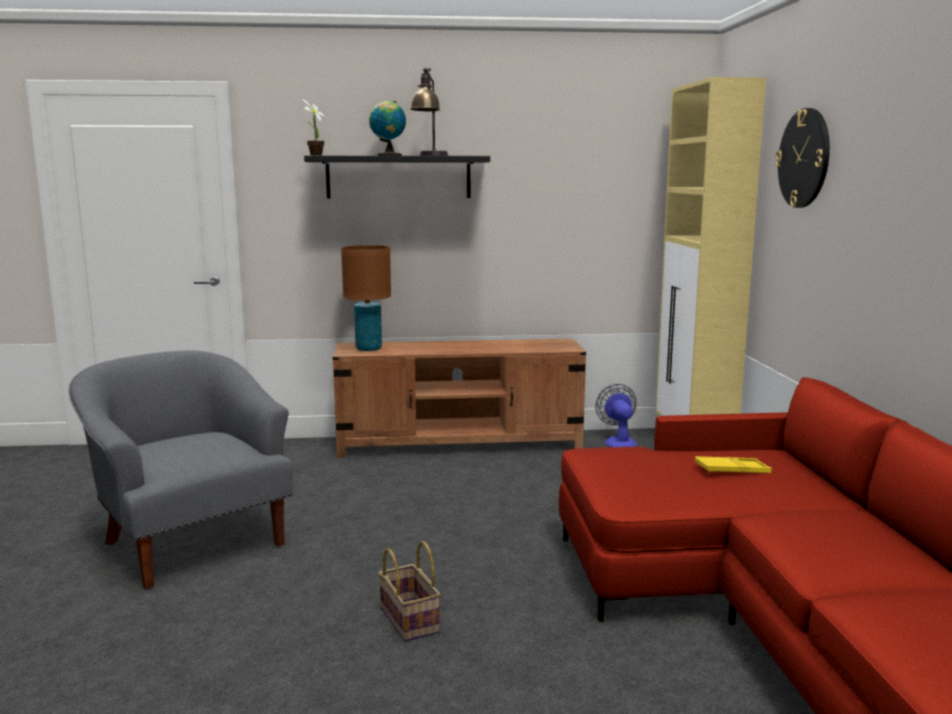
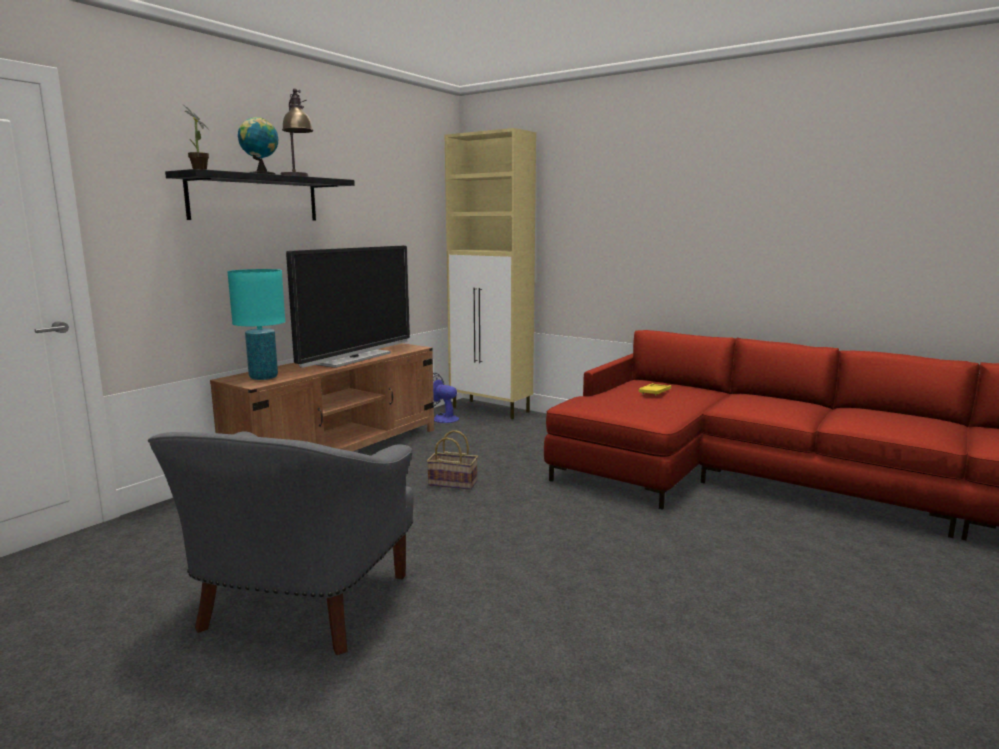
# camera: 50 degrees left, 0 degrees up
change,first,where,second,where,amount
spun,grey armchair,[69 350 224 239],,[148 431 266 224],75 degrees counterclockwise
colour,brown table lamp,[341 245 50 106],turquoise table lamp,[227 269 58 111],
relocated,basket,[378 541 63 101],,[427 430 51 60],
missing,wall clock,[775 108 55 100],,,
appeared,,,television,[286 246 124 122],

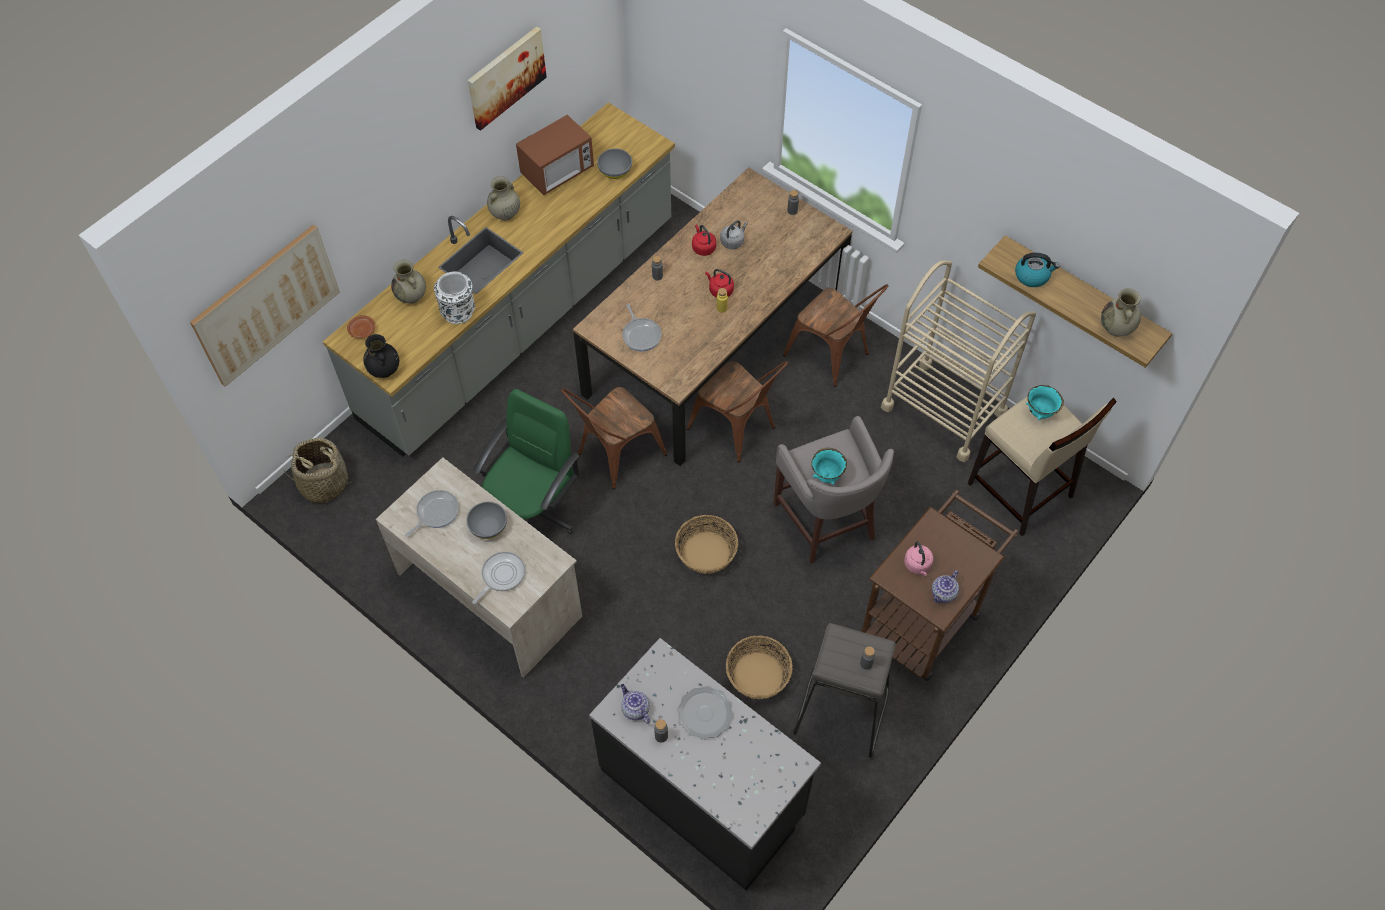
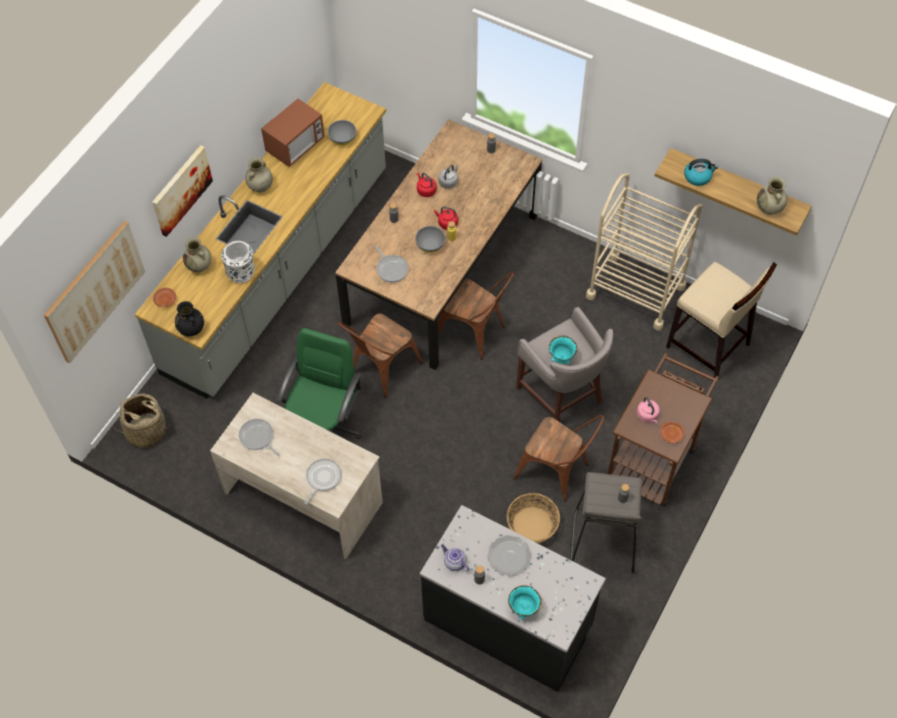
# camera: 10 degrees left, 0 degrees up
change,first,where,second,where,amount
spun,frying pan,[405 490 54 47],,[239 419 40 37],75 degrees counterclockwise
relocated,grey bowl,[466 502 41 37],,[415 226 30 27],
relocated,picture,[467 26 80 105],,[152 145 61 92],
missing,basket,[675 515 63 59],,,
relocated,brown chair,[783 284 105 103],,[513 415 91 87],
exchanged,teapot,[932 570 27 33],brown plate,[660 422 25 21],
relocated,turquoise bowl,[1026 385 38 35],,[508 585 34 35],

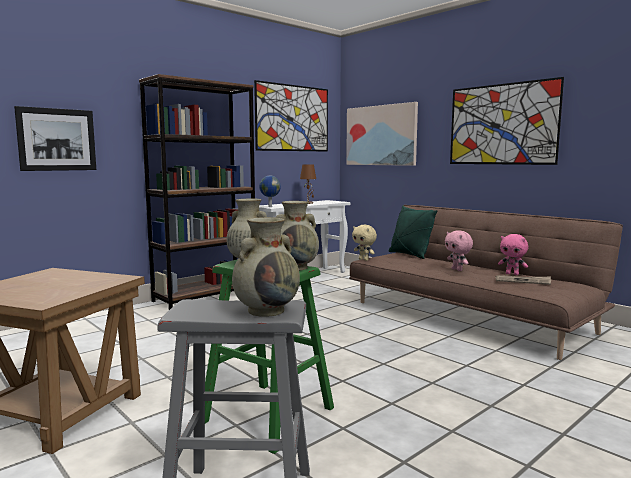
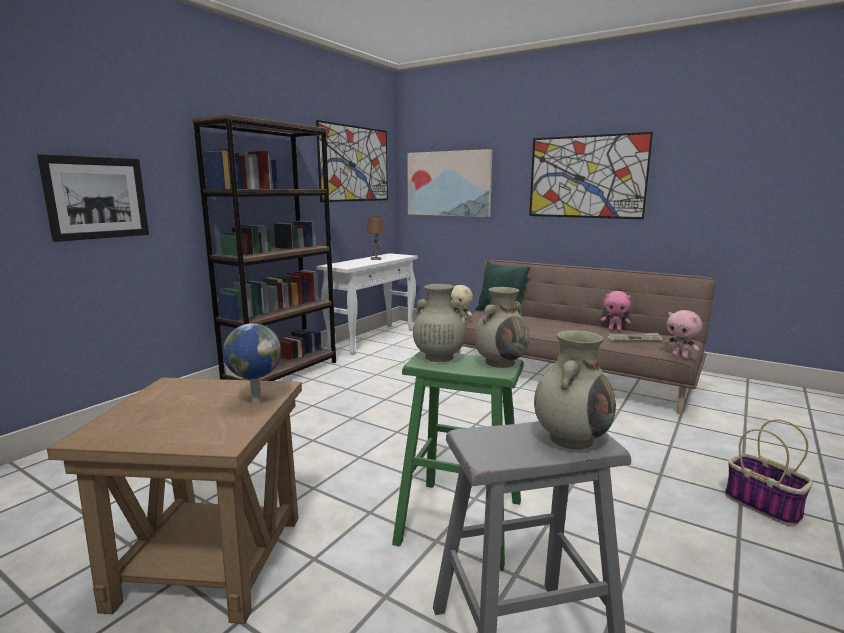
# camera: 15 degrees left, 5 degrees up
change,first,where,second,where,amount
relocated,globe,[259 176 22 31],,[223 323 58 80],
relocated,pink plush toy,[445 230 28 41],,[664 310 38 49],
appeared,,,basket,[725 419 88 107],

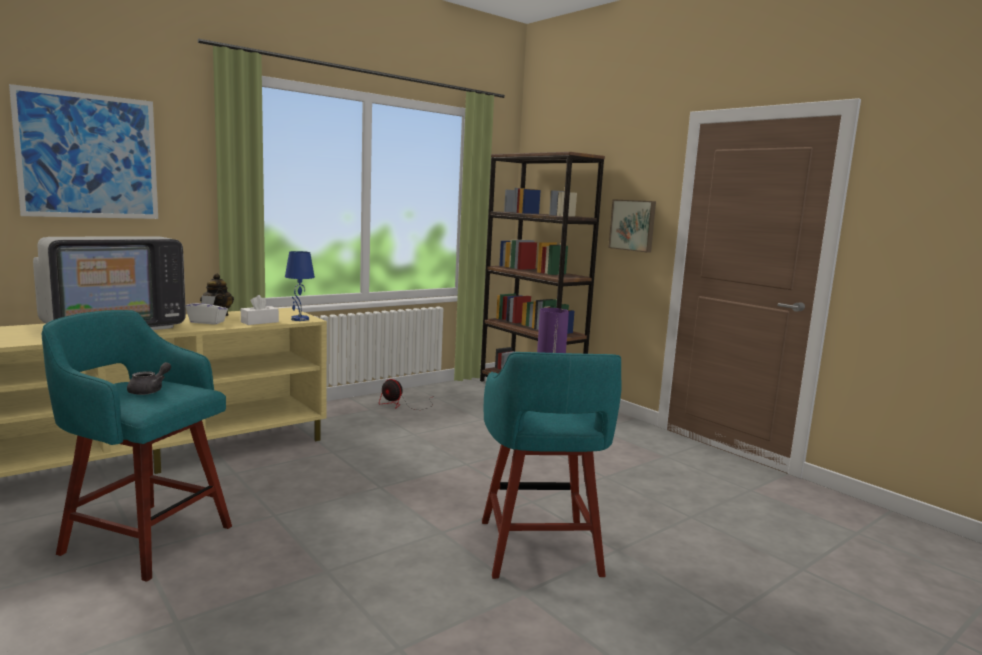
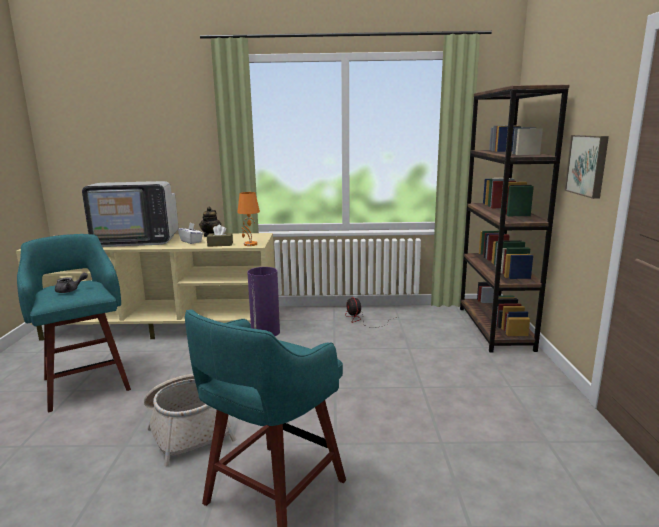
# camera: 40 degrees right, 5 degrees up
change,first,where,second,where,amount
missing,picture,[9 84 149 135],,,
colour,white tissue box,[241 295 38 30],brown tissue box,[207 225 26 22],
colour,blue table lamp,[285 251 30 70],orange table lamp,[237 192 23 54],
appeared,,,basket,[144 374 92 92],

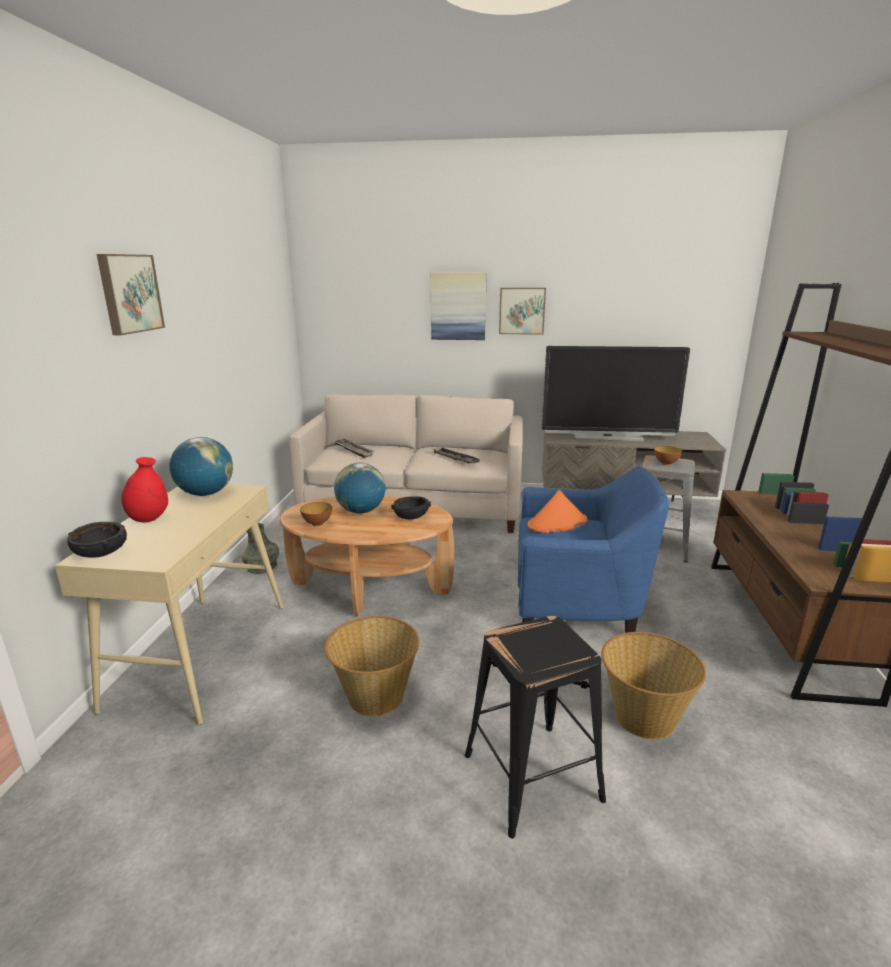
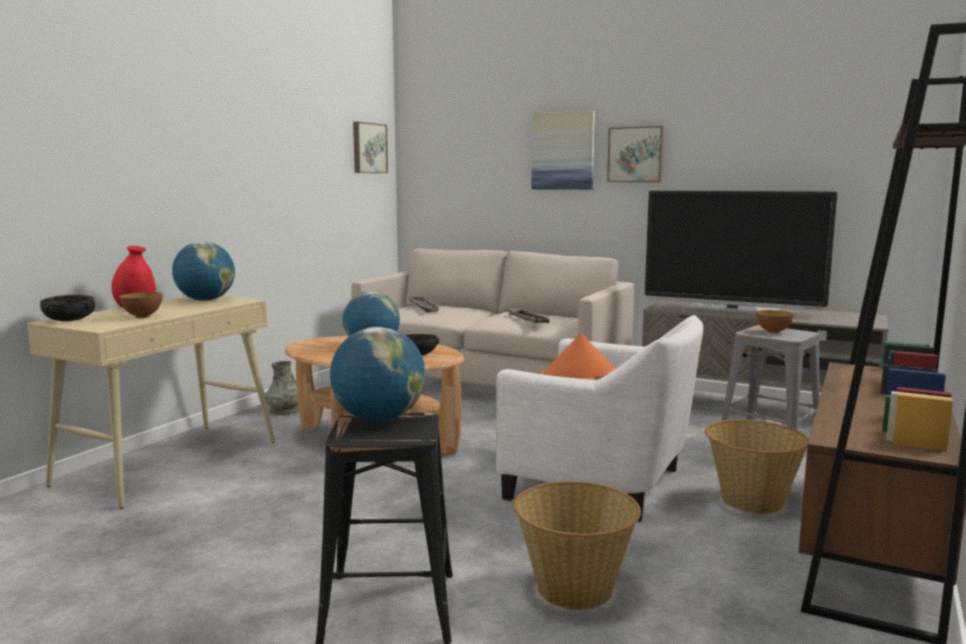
# camera: 20 degrees right, 10 degrees down
change,first,where,second,where,amount
relocated,picture,[97 254 68 81],,[353 122 35 51],
relocated,bowl,[300 502 32 24],,[119 292 43 26],
relocated,basket,[324 616 96 100],,[705 420 104 94],
colour,blue armchair,[518 466 151 169],white armchair,[496 315 207 207],
appeared,,,globe,[330 327 95 95],

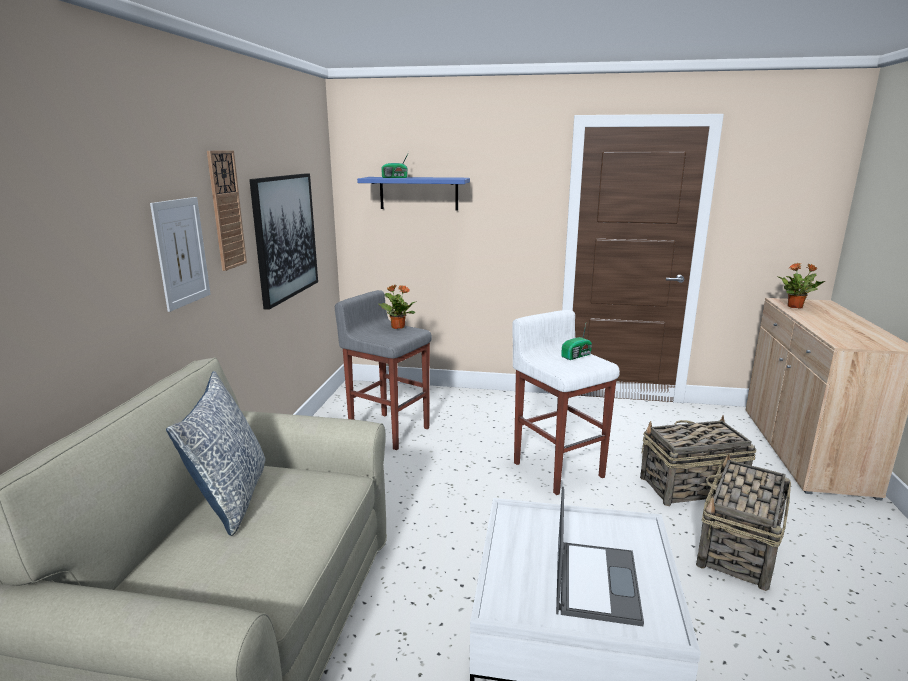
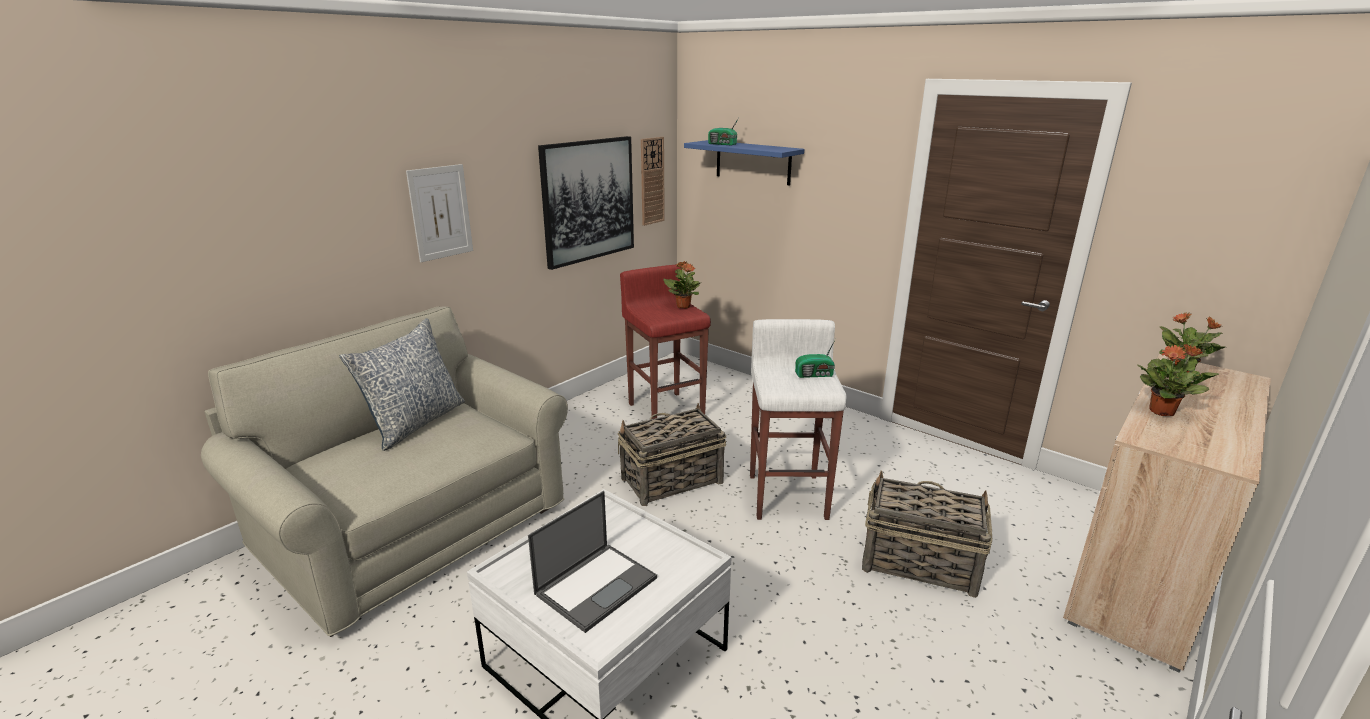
# camera: 30 degrees right, 5 degrees up
change,first,where,second,where,amount
relocated,wall clock,[207 150 40 121],,[641 137 24 89],
colour,grey stool,[335 290 97 160],red stool,[620 265 91 154],
relocated,basket,[696 454 95 137],,[618 403 108 103],
appeared,,,potted plant,[1138 344 81 72],

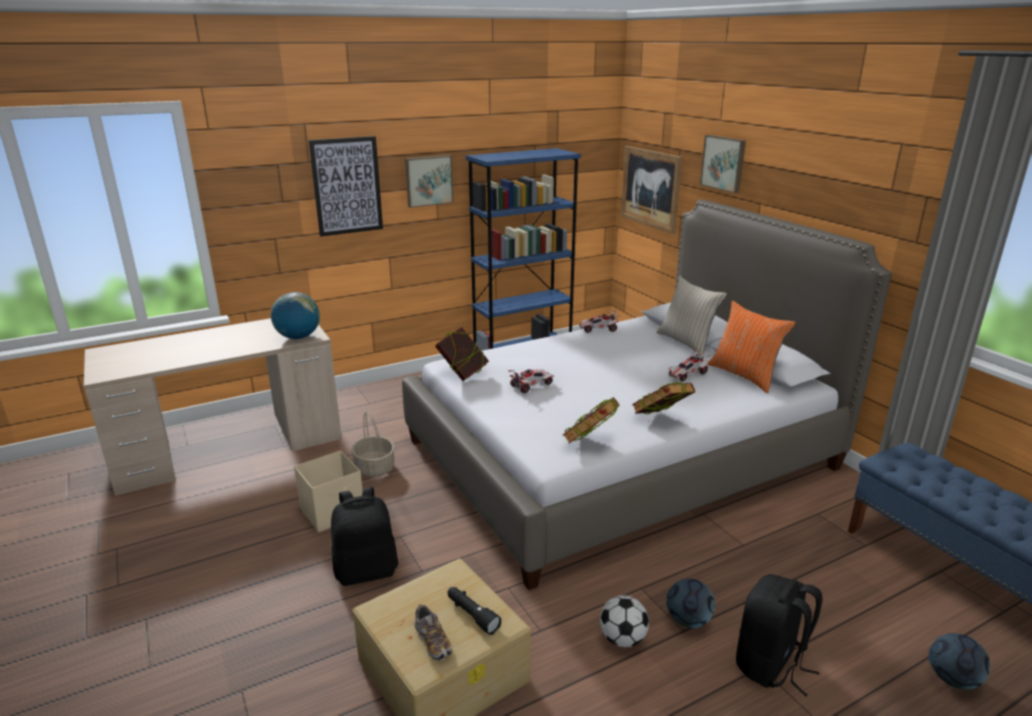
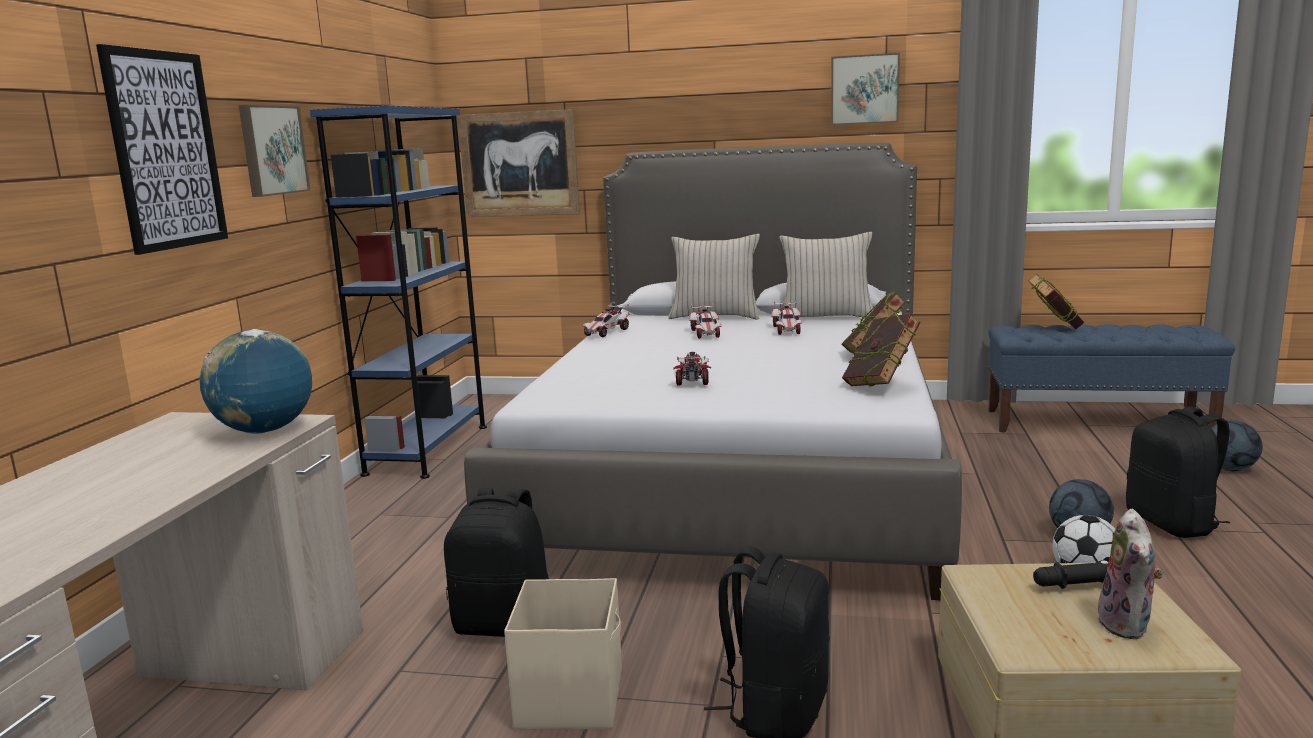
# camera: 50 degrees left, 10 degrees down
change,first,where,second,where,amount
exchanged,basket,[351 411 44 66],black backpack,[444 488 105 149],
exchanged,shoe,[414 604 38 57],plush toy,[1098 509 65 130],
relocated,book,[435 327 54 54],,[1028 274 56 56],
relocated,picture,[700 135 46 58],,[831 53 69 72],
colour,orange pillow,[708 301 88 92],beige pillow,[779 232 95 86],
appeared,,,toy car,[689 303 32 36],

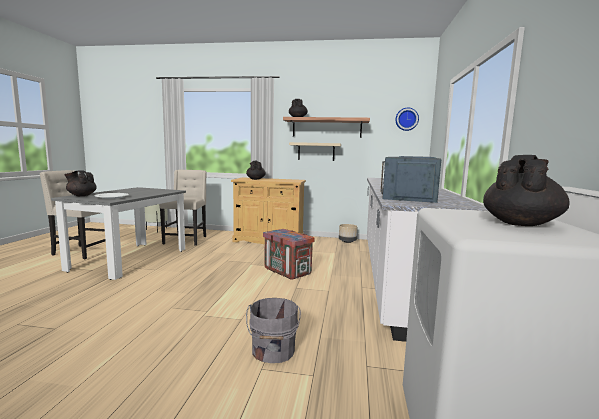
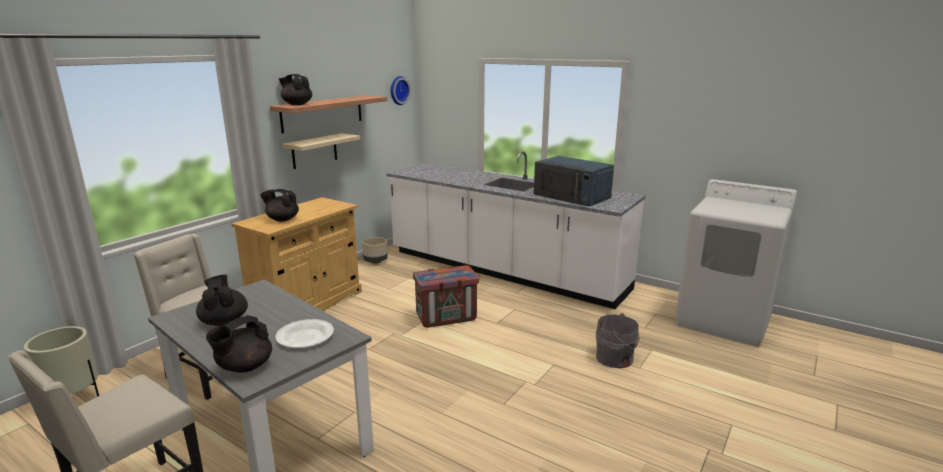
# camera: 65 degrees left, 10 degrees up
change,first,where,second,where,amount
relocated,black teapot,[483 155 87 71],,[196 274 52 52],

